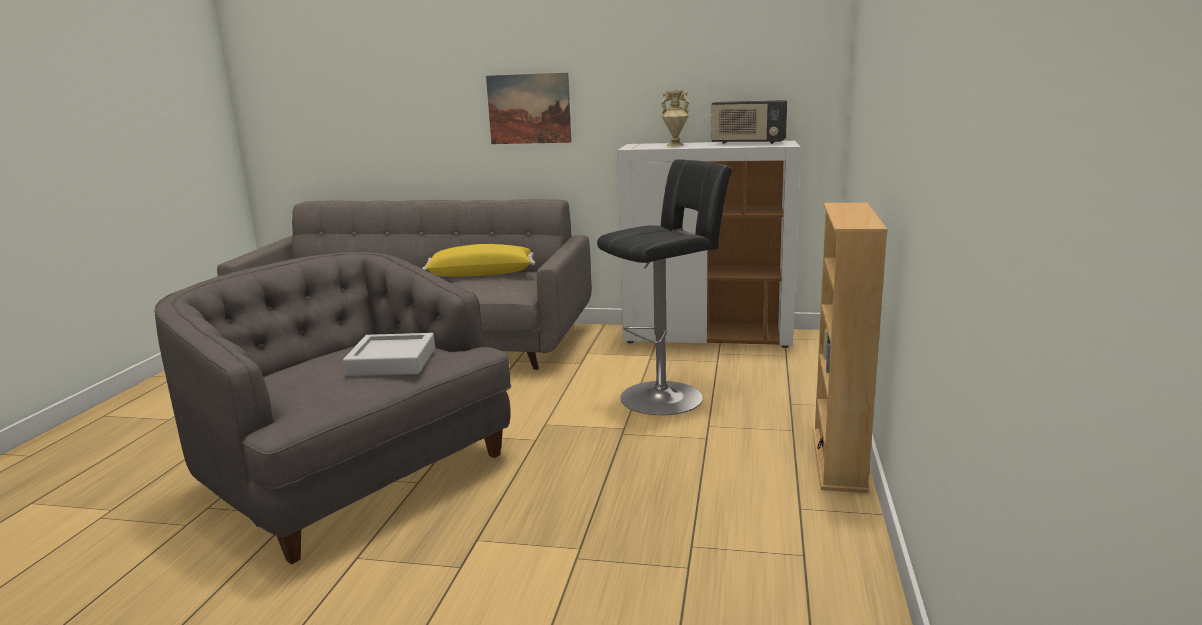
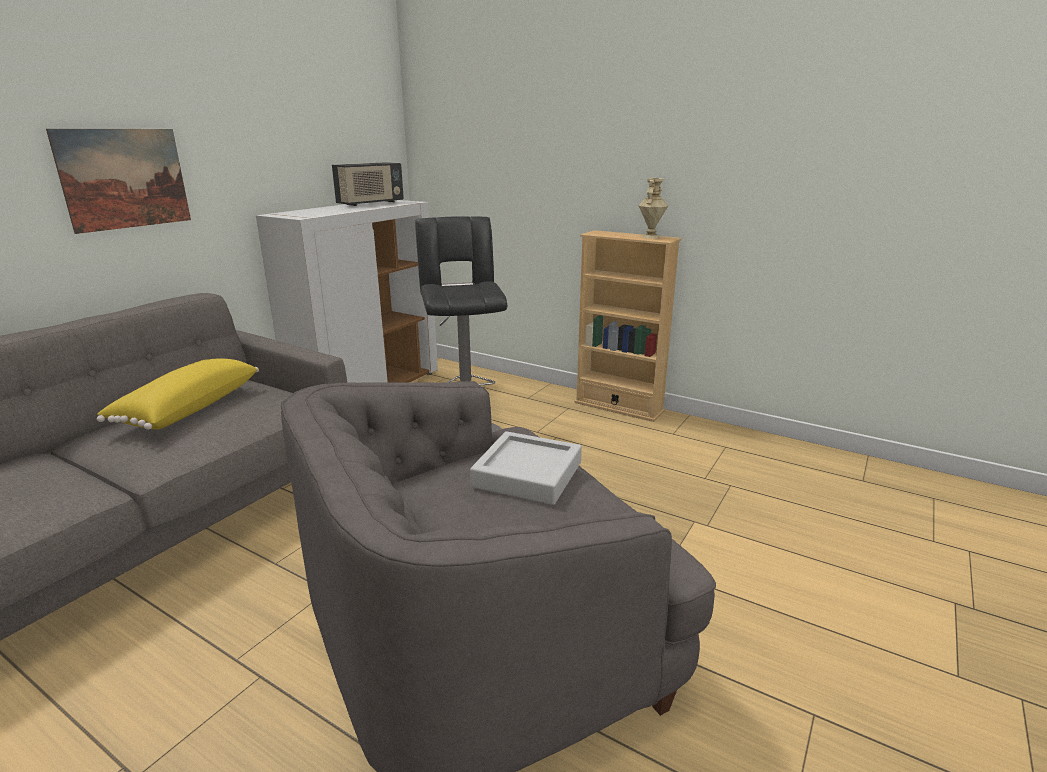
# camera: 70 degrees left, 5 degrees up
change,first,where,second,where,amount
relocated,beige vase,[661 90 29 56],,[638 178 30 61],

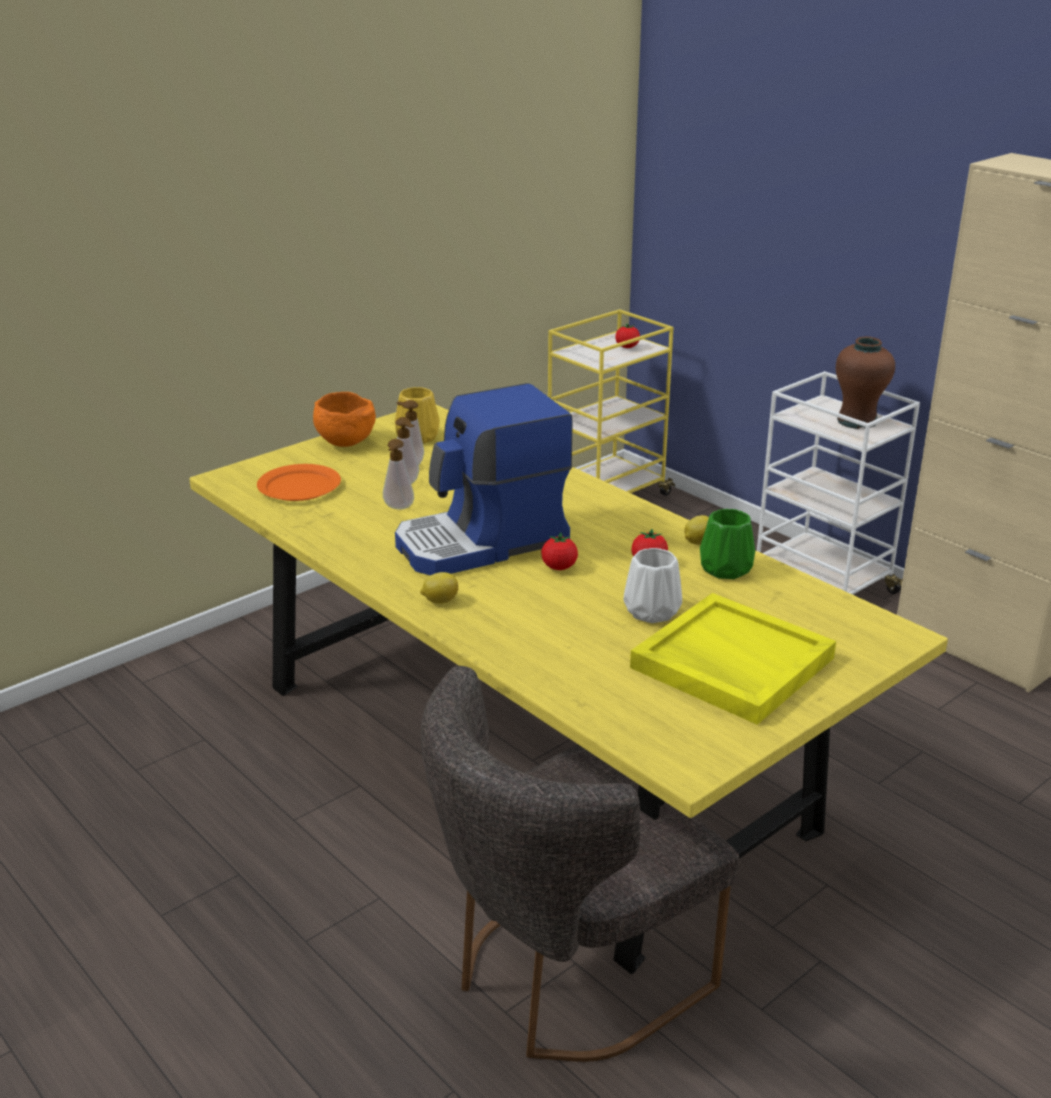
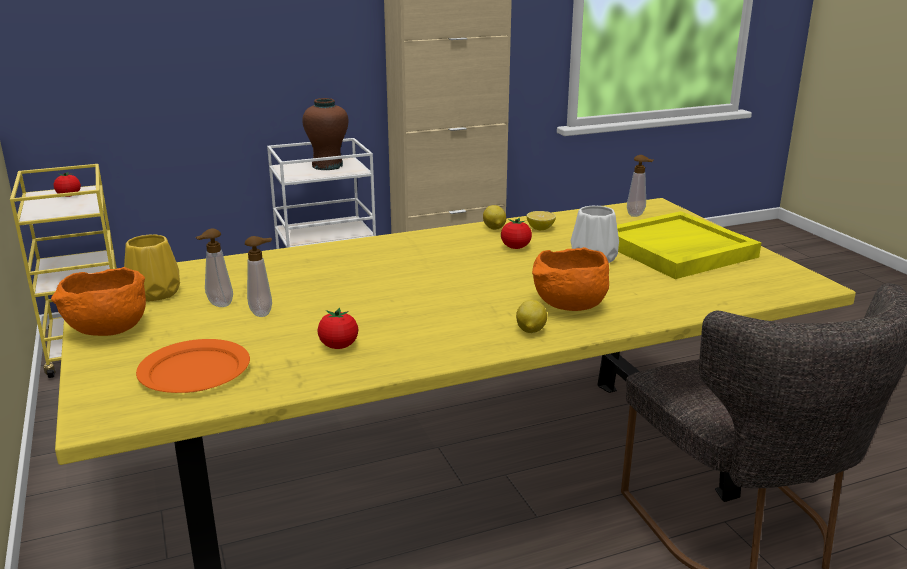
# camera: 70 degrees left, 5 degrees down
change,first,where,second,where,amount
relocated,soap dispenser,[383 439 31 71],,[627 155 27 62],
missing,coffee machine,[395 383 178 192],,,
relocated,tomato,[541 533 37 37],,[318 308 40 41],
exchanged,green vase,[700 509 55 70],lemon,[527 211 29 19],
appeared,,,orange bowl,[532 247 77 64],

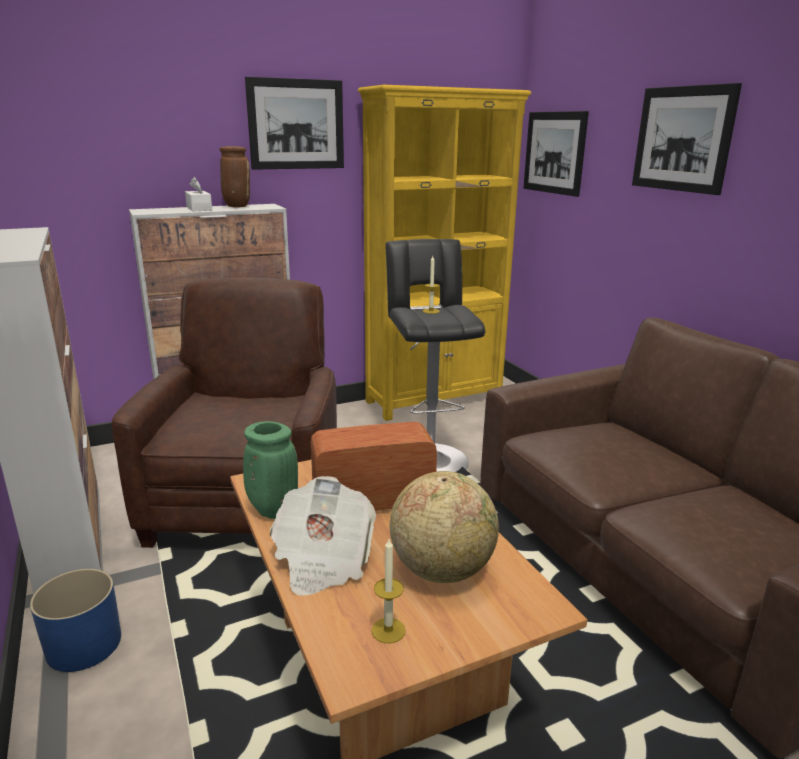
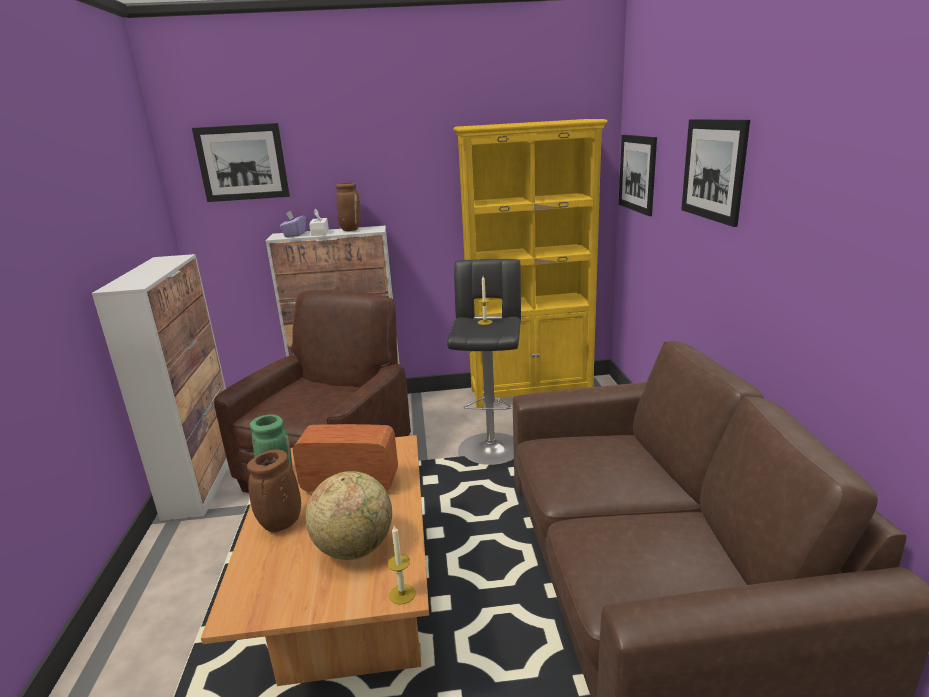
# camera: 20 degrees right, 0 degrees up
change,first,where,second,where,amount
missing,blue planter,[30 569 91 103],,,
relocated,picture,[245 77 99 93],,[192 123 98 79],
exchanged,newspaper,[270 476 106 120],brown vase,[247 450 54 82],
relocated,candle,[371 539 35 105],,[387 525 29 79],
appeared,,,purple tissue box,[280 211 26 26],

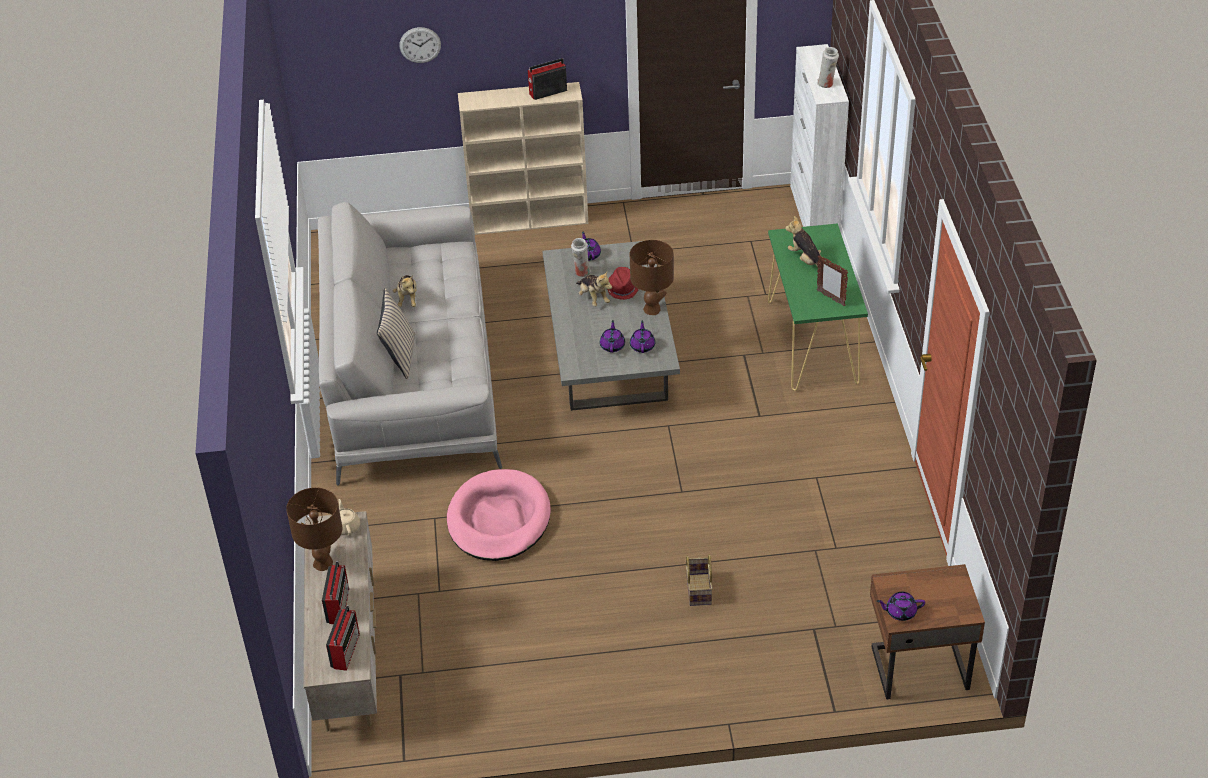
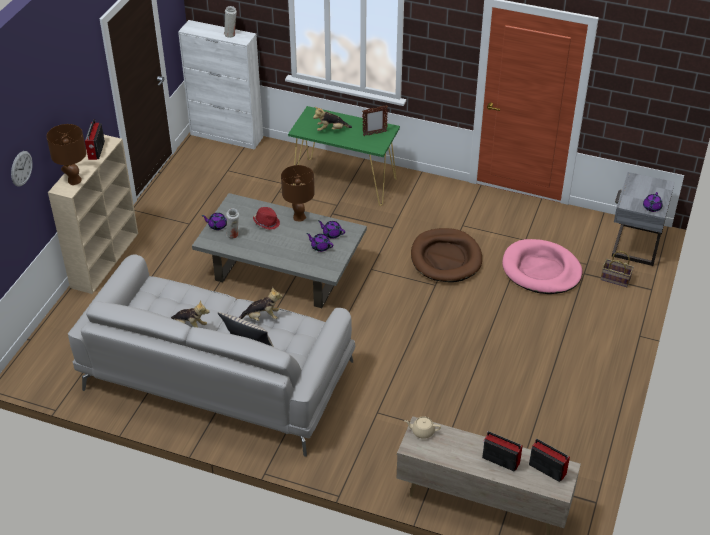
# camera: 65 degrees left, 0 degrees up
change,first,where,second,where,amount
relocated,brown table lamp,[286 488 56 83],,[46 124 40 61],
relocated,pink dog bed,[447 469 104 92],,[502 239 81 55],
relocated,plush toy,[576 272 36 35],,[239 287 44 34],
relocated,basket,[686 554 27 52],,[600 251 34 36],
colour,brown nightstand,[870 564 115 135],grey nightstand,[612 172 63 94],
appeared,,,brown dog bed,[411 228 71 54],

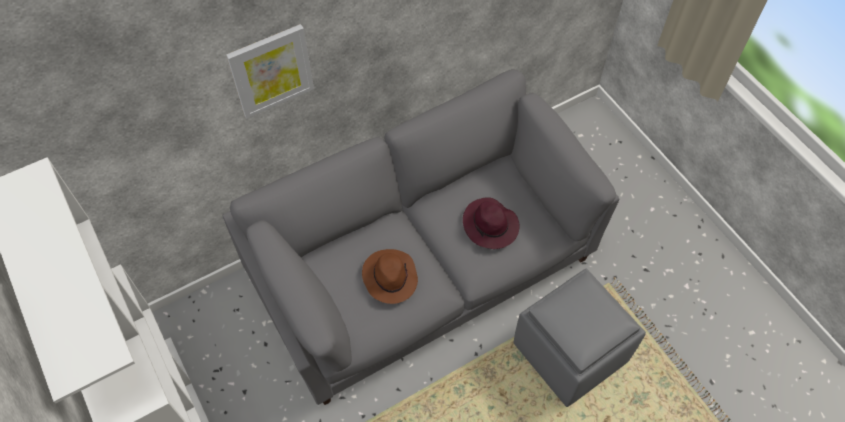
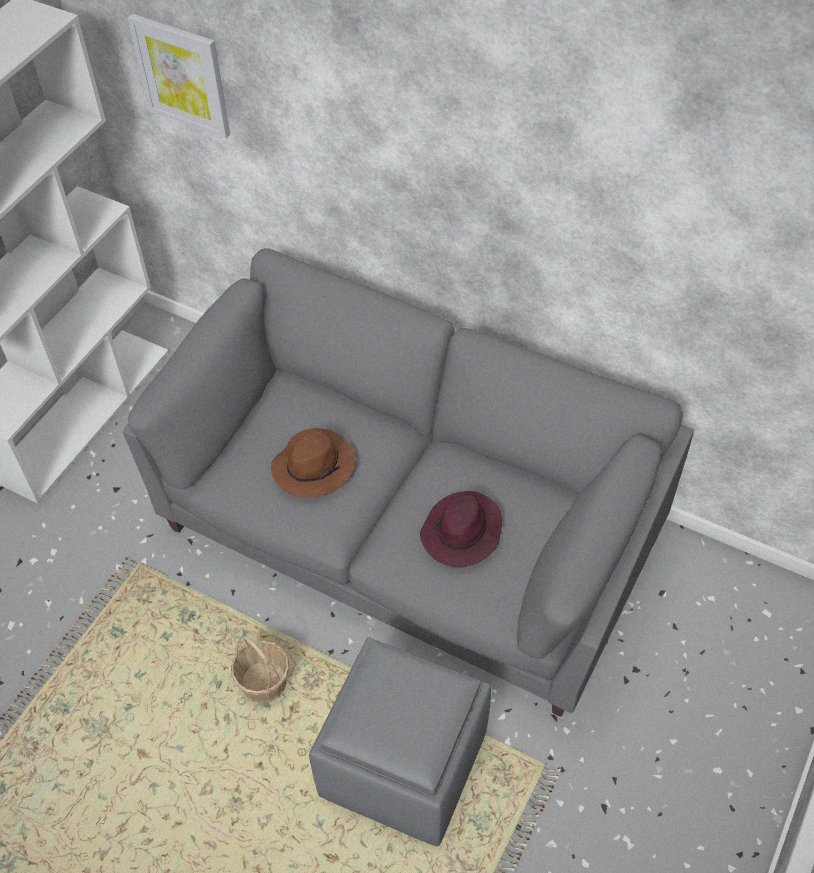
# camera: 60 degrees right, 5 degrees down
change,first,where,second,where,amount
relocated,picture,[226 24 88 94],,[128 14 102 125],
appeared,,,basket,[231 634 58 69],

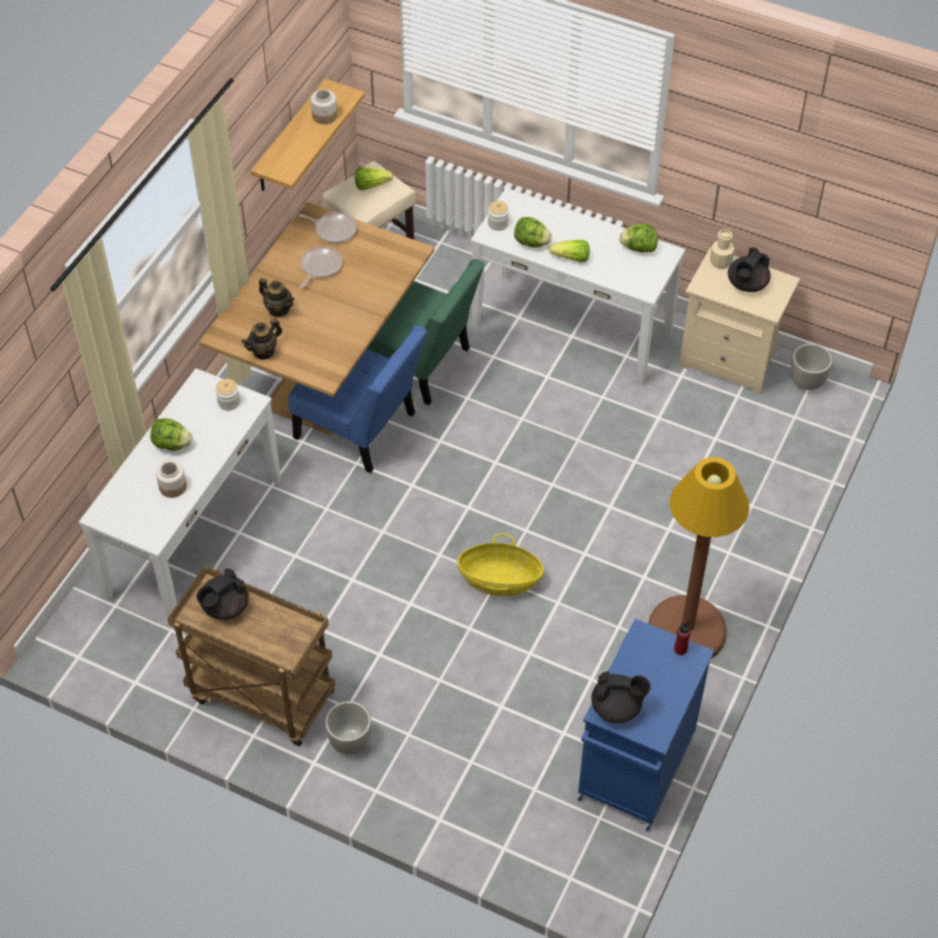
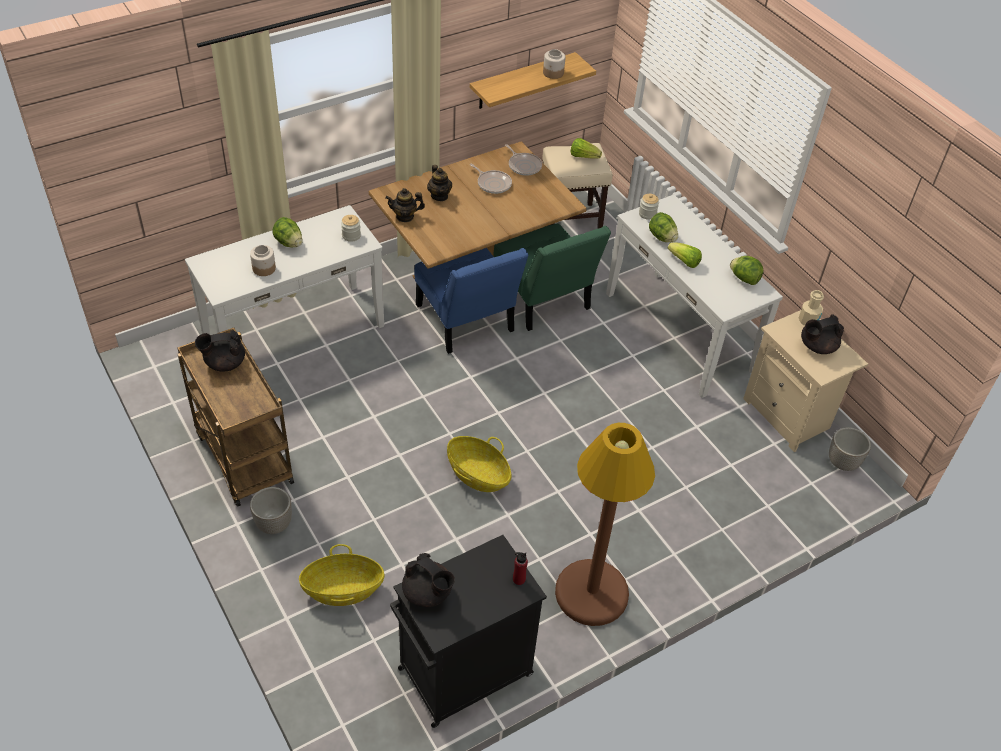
# camera: 30 degrees right, 5 degrees down
change,first,where,second,where,amount
spun,frying pan,[300 246 42 42],,[470 164 42 30],75 degrees clockwise
colour,blue cabinet,[578 619 136 212],black cabinet,[390 535 157 193],
appeared,,,basket,[299 544 85 62],

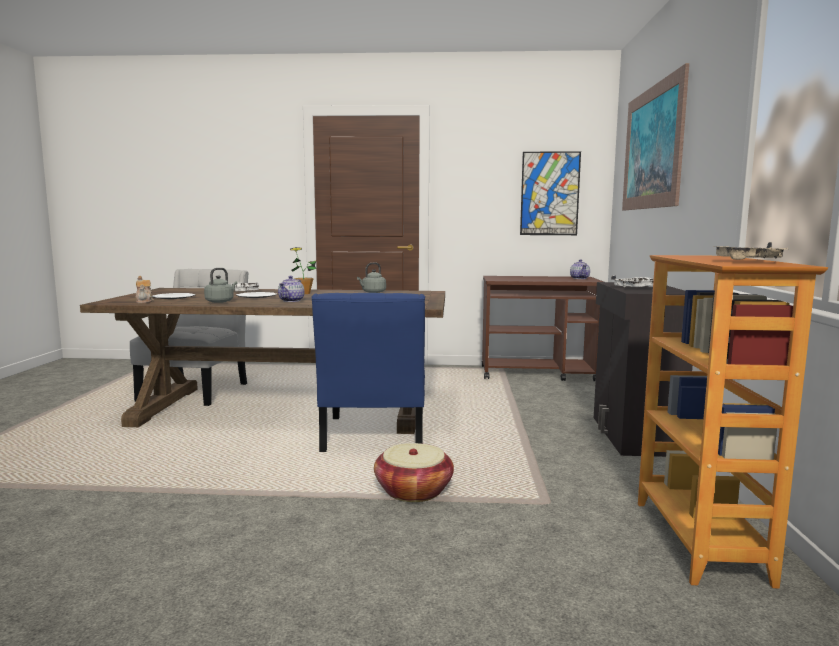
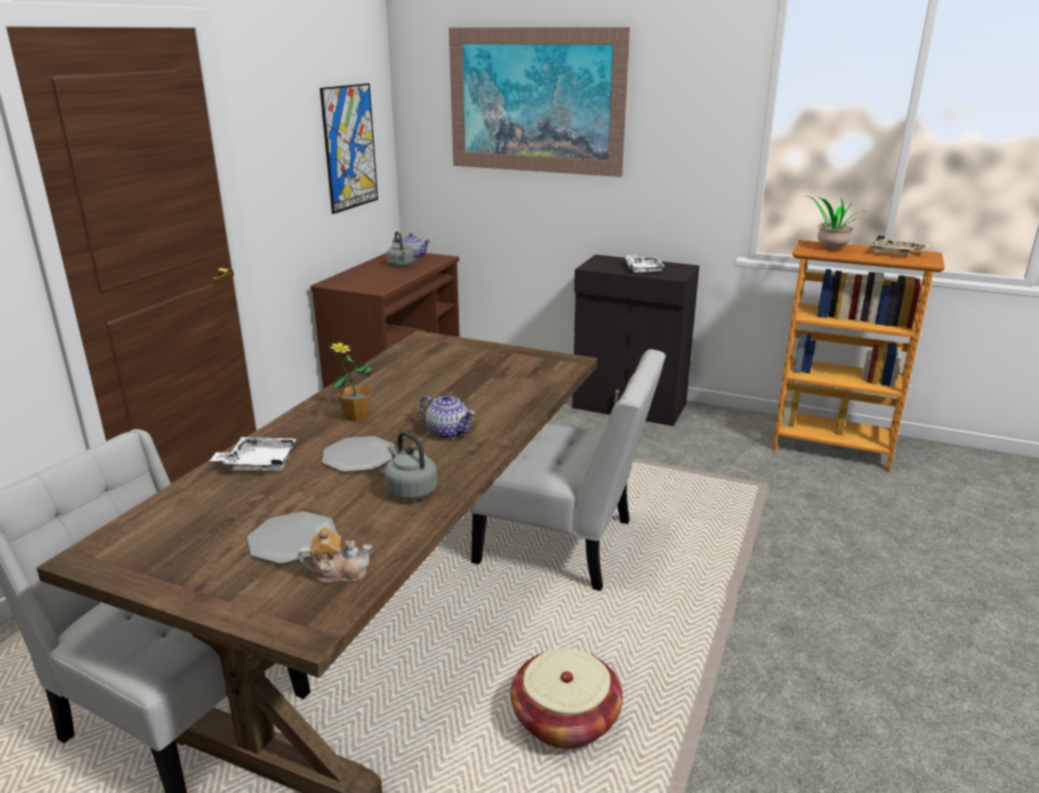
# camera: 70 degrees left, 15 degrees up
change,first,where,second,where,amount
colour,blue chair,[312 293 113 159],white chair,[470 349 196 242],
relocated,grey kettle,[357 262 29 31],,[387 231 28 36],
relocated,basket,[374 443 80 59],,[510 648 113 101],
appeared,,,potted plant,[807 196 60 53],

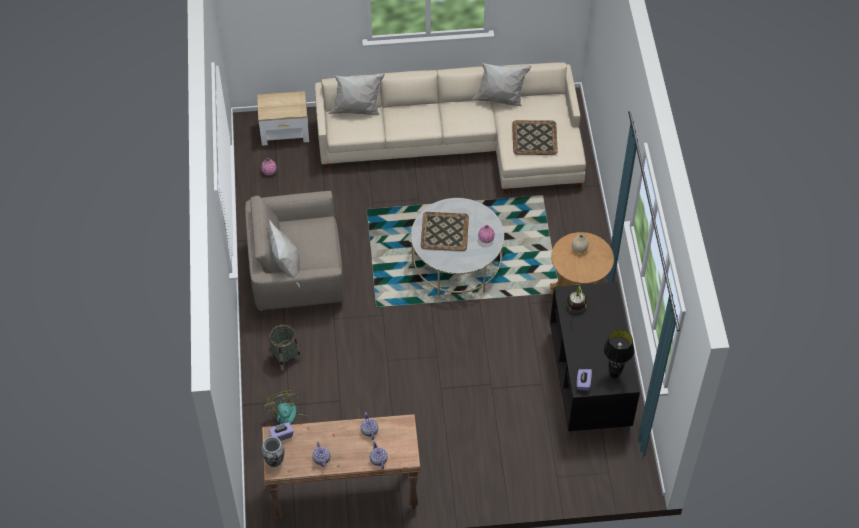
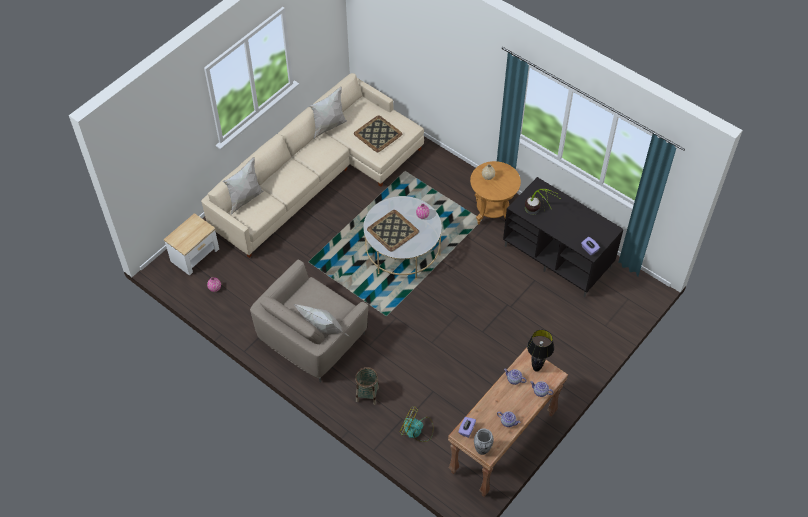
# camera: 45 degrees left, 0 degrees up
change,first,where,second,where,amount
relocated,black table lamp,[603 330 32 49],,[527 330 27 42],

